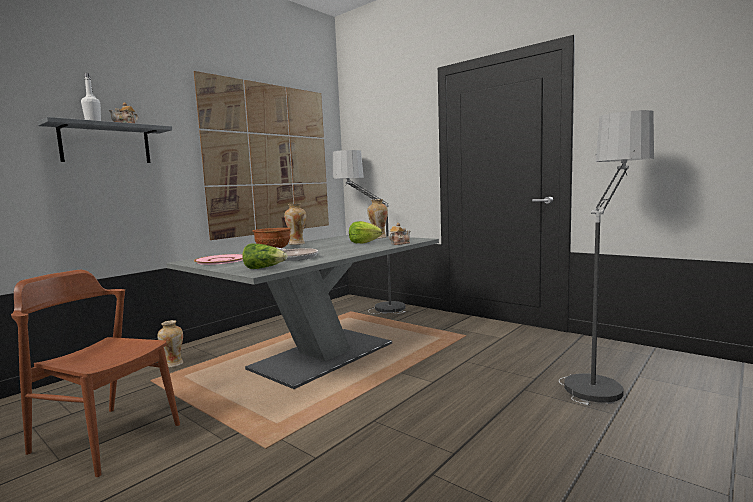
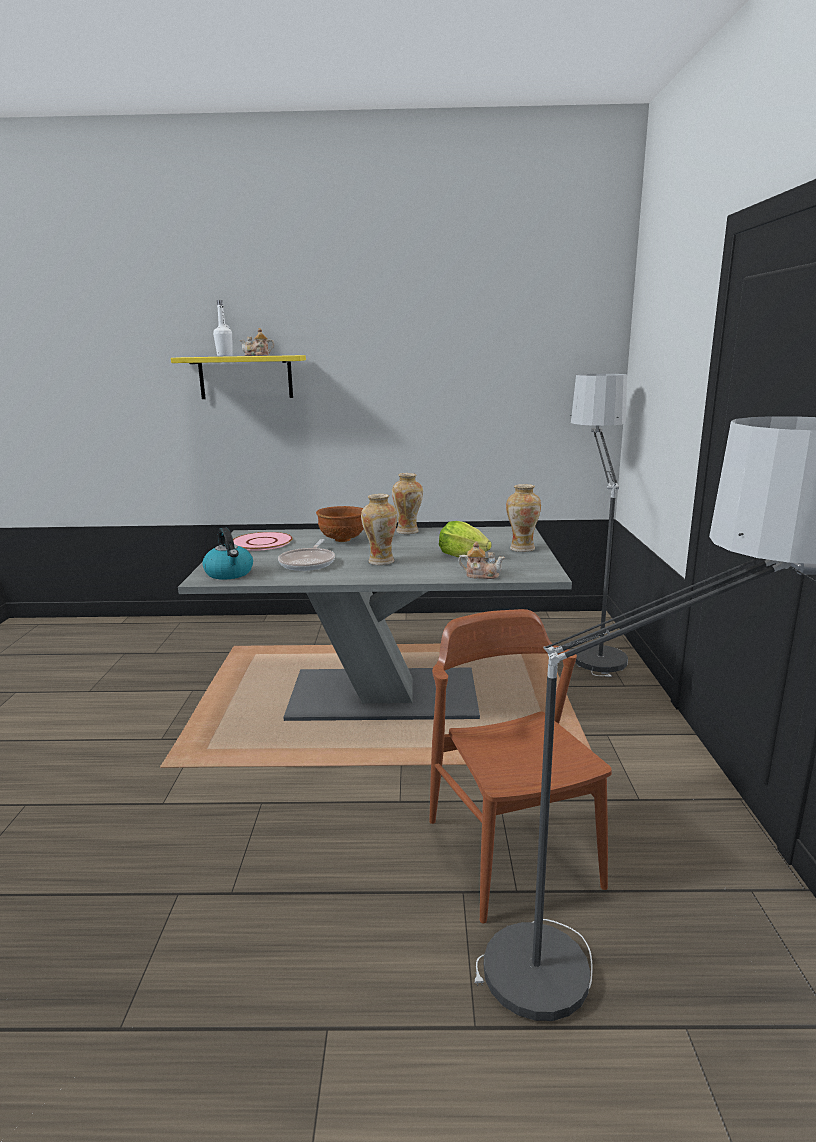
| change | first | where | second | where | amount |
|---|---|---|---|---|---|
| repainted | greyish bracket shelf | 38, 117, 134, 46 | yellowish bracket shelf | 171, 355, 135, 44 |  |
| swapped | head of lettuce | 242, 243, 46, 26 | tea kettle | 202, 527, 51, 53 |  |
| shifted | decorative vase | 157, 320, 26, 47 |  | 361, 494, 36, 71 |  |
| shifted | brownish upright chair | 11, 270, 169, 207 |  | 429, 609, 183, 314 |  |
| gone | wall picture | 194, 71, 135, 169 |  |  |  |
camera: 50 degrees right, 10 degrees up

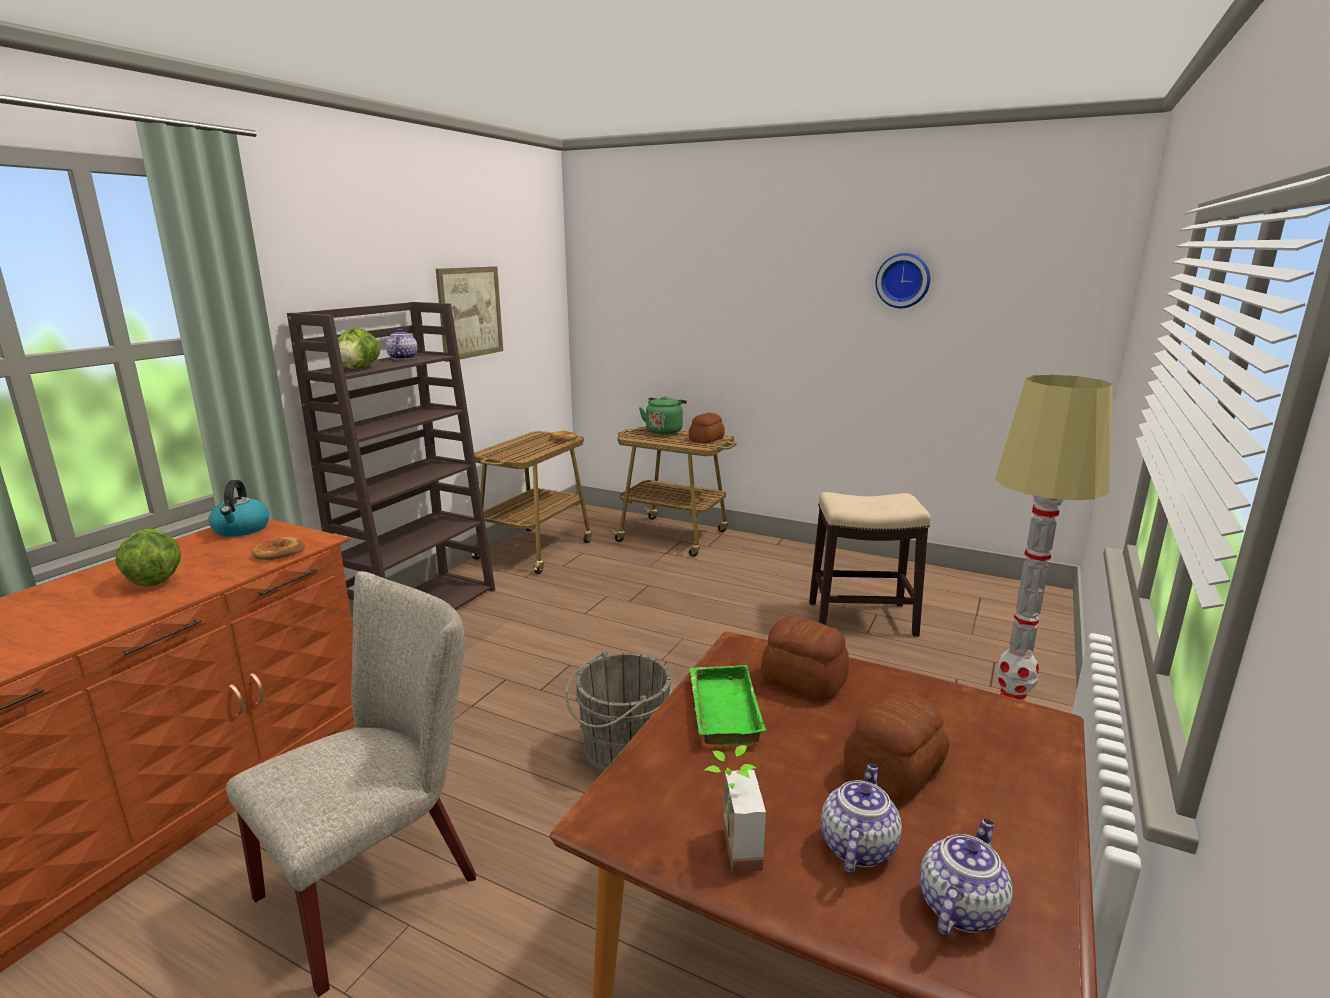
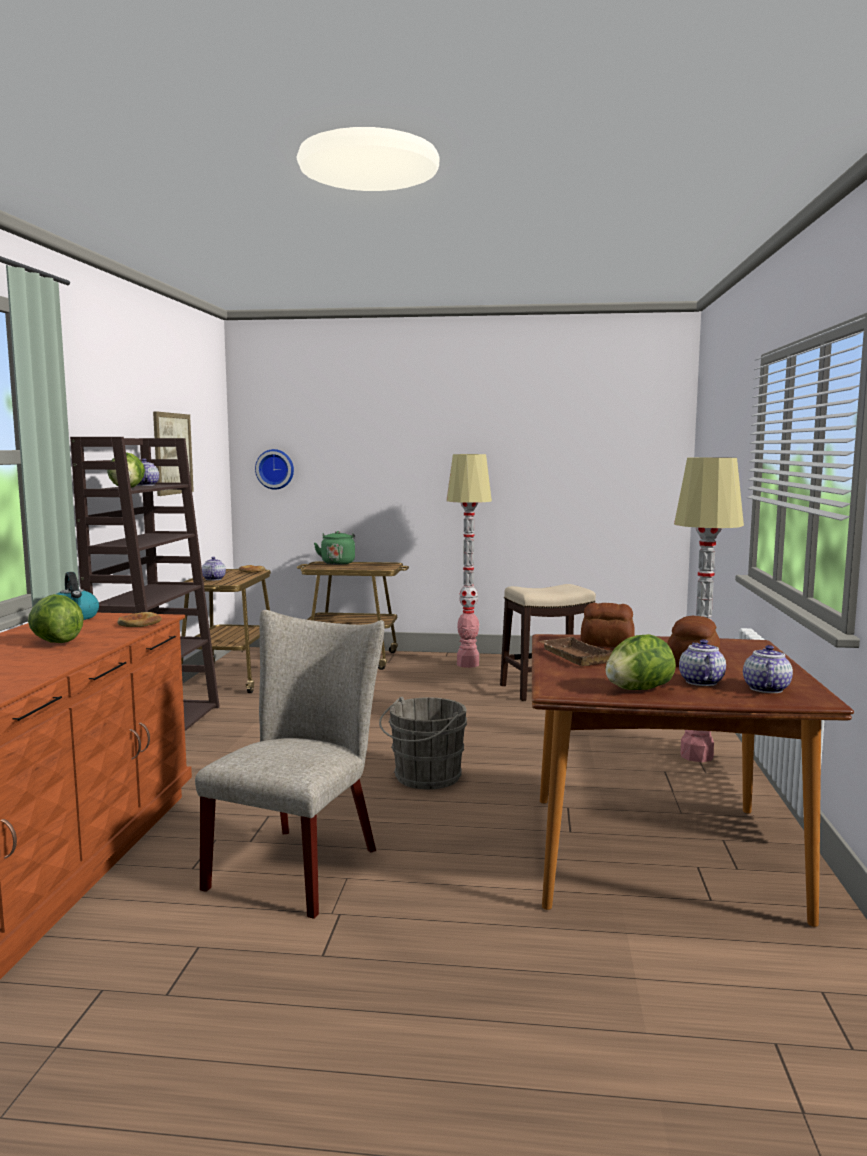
| change | first | where | second | where | amount |
|---|---|---|---|---|---|
| new |  |  | pot for tea | 202, 557, 24, 23 |  |
| shifted | clock on the wall | 875, 253, 55, 55 |  | 255, 449, 39, 41 |  |
| new |  |  | floor lamp | 446, 454, 46, 214 |  |
| repainted | green serving tray | 689, 665, 77, 80 | brownish serving tray | 538, 637, 75, 29 |  |
| swapped | potted plant | 705, 745, 61, 128 | head of lettuce | 605, 634, 71, 56 |  |
| gone | bread | 689, 413, 36, 31 |  |  |  |
camera: 20 degrees left, 10 degrees down

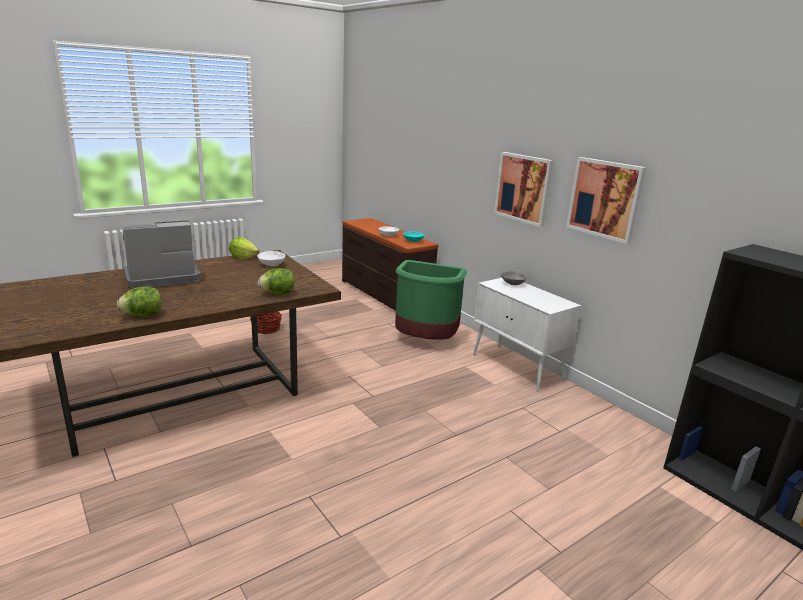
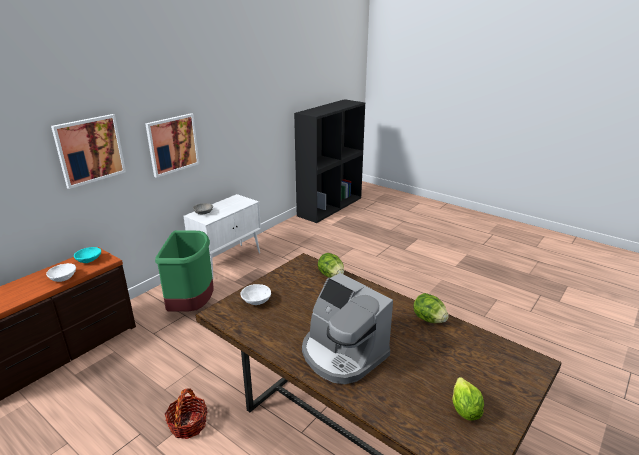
| change | first | where | second | where | amount |
|---|---|---|---|---|---|
| shifted | wall picture | 566, 157, 80, 87 |  | 51, 114, 75, 75 |  |
| shifted | head of lettuce | 229, 237, 31, 22 |  | 452, 377, 32, 44 |  |
camera: 105 degrees left, 5 degrees up

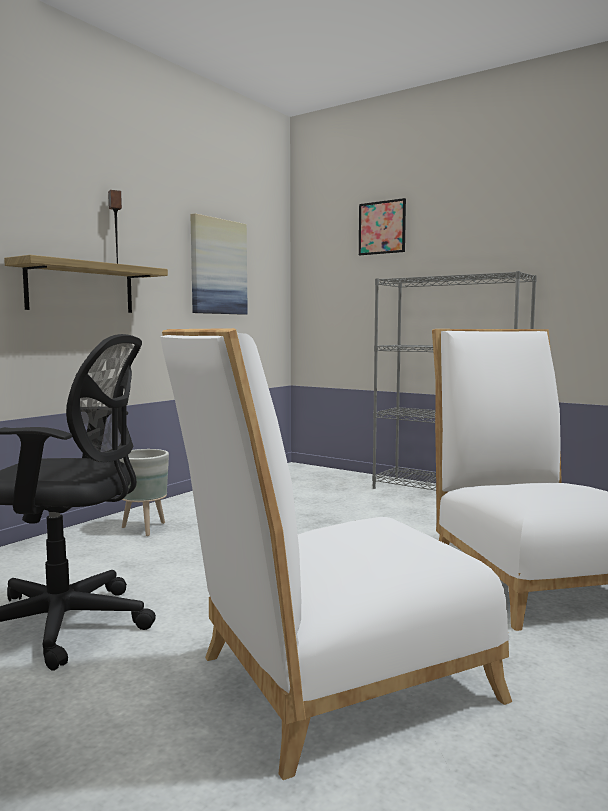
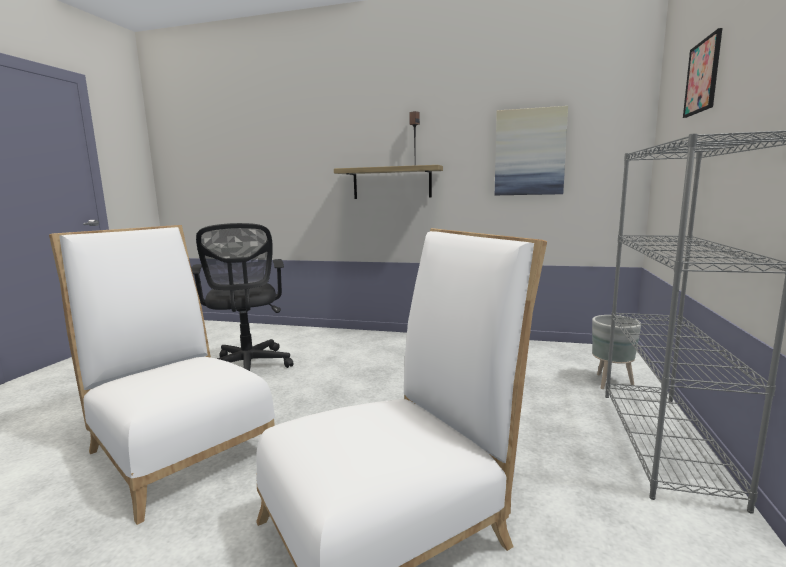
| change | first | where | second | where | amount |
|---|---|---|---|---|---|
| shifted | greyish flower pot | 119, 449, 50, 87 |  | 592, 315, 49, 74 |  |
camera: 70 degrees right, 5 degrees up

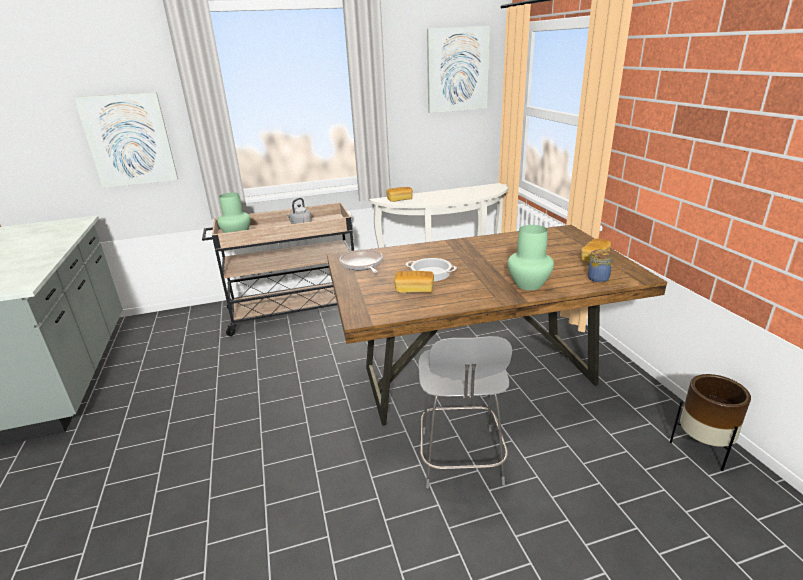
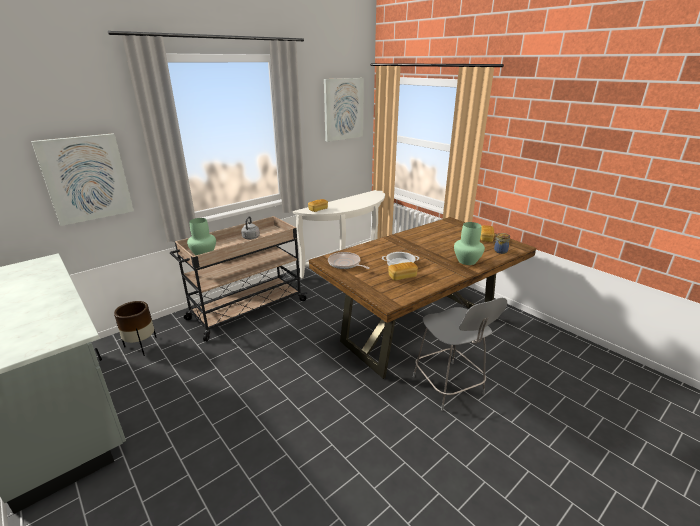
| change | first | where | second | where | amount |
|---|---|---|---|---|---|
| shifted | brownish flower pot | 670, 374, 81, 97 |  | 114, 301, 42, 55 |  |
camera: 25 degrees left, 0 degrees up

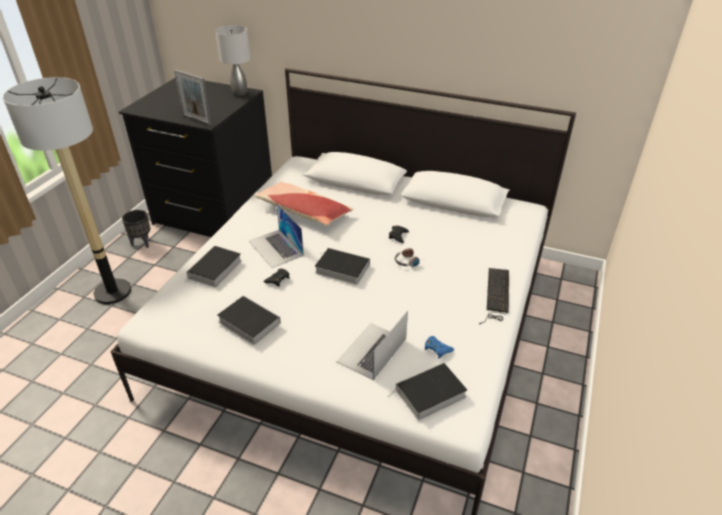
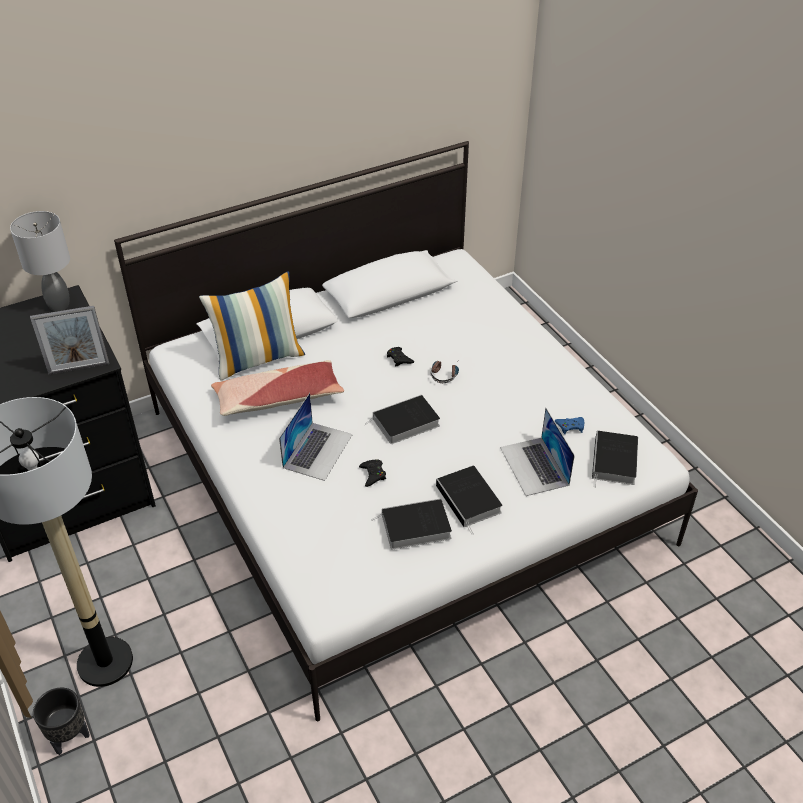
| change | first | where | second | where | amount |
|---|---|---|---|---|---|
| shifted | black-coloured flower pot | 122, 210, 28, 38 |  | 33, 688, 56, 67 |  |
| new |  |  | pillow | 199, 271, 106, 110 |  |
| rotated | notebook computer | 249, 203, 55, 65 |  | 279, 393, 74, 88 | 75 degrees counterclockwise |
| shifted | bound book | 184, 246, 58, 41 |  | 436, 466, 66, 69 |  |
| gone | keyboard | 479, 268, 30, 56 |  |  |  |
camera: 50 degrees left, 5 degrees up

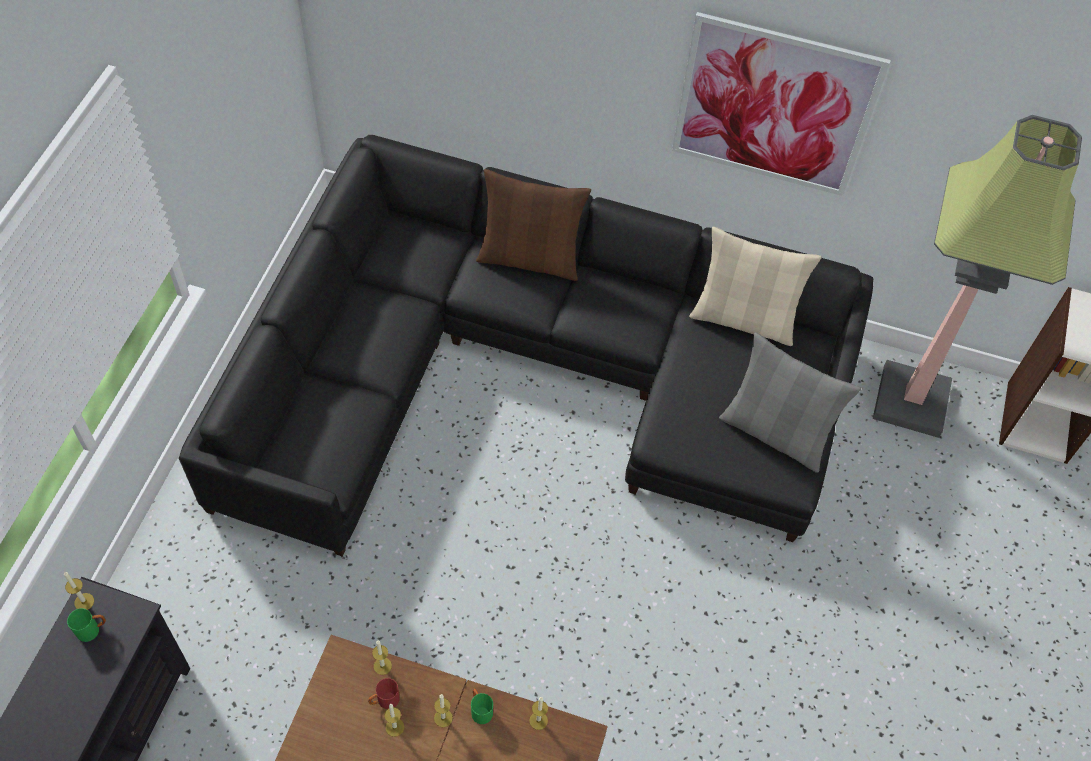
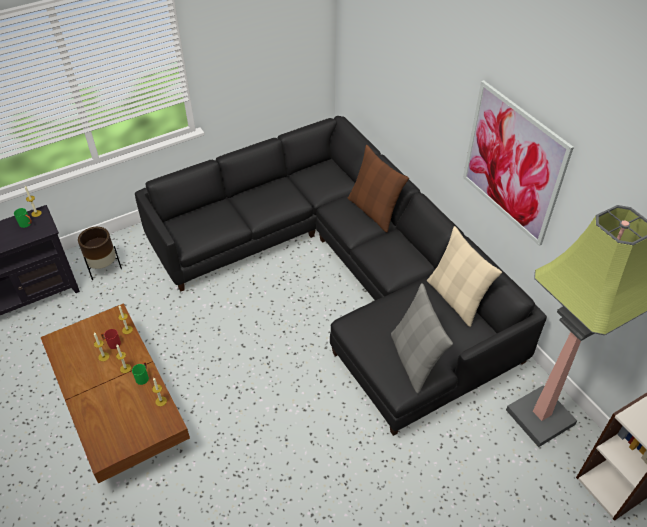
| change | first | where | second | where | amount |
|---|---|---|---|---|---|
| new |  |  | brownish flower pot | 78, 227, 44, 53 |  |
camera: 45 degrees right, 10 degrees down

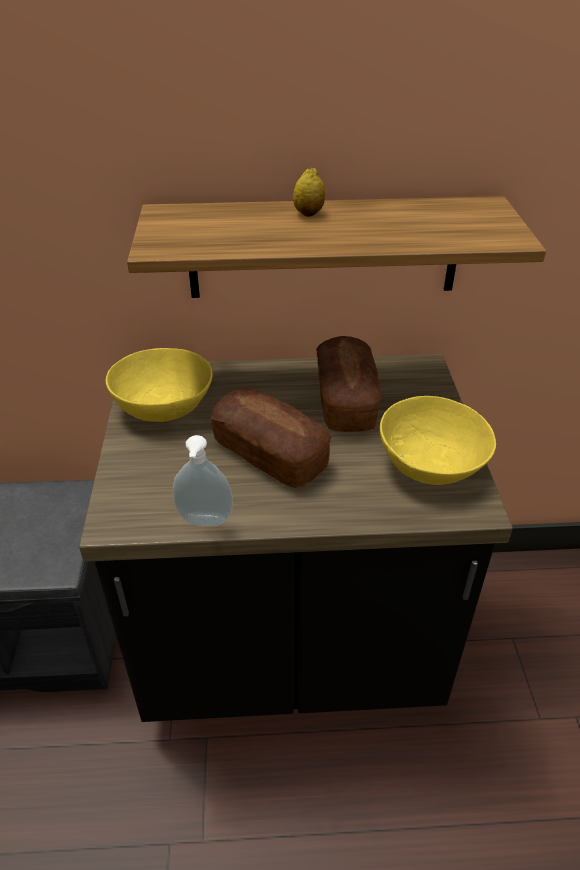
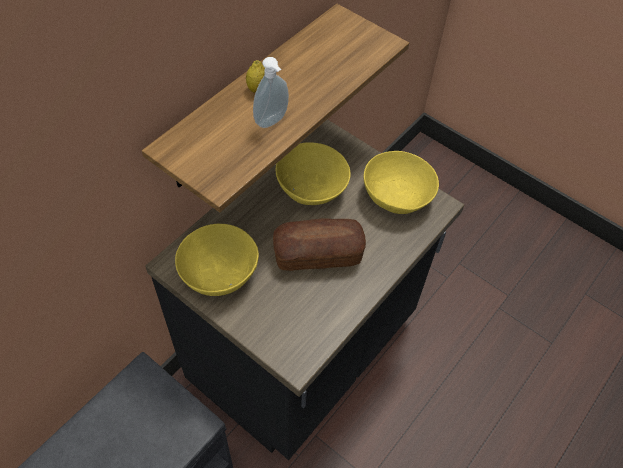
| change | first | where | second | where | amount |
|---|---|---|---|---|---|
| shifted | liquid soap bottle | 173, 435, 60, 91 |  | 253, 57, 36, 71 |  |
| swapped | bread | 316, 336, 65, 96 | yellowish serving bowl | 276, 142, 75, 63 |  |
camera: 50 degrees left, 15 degrees up

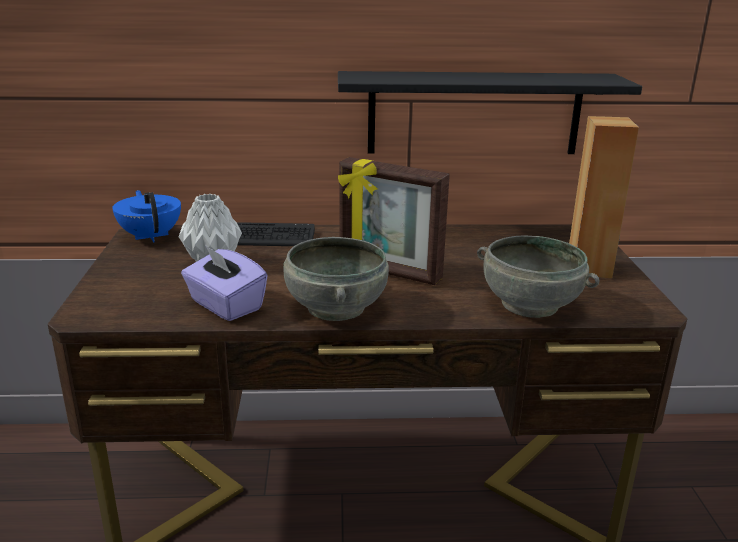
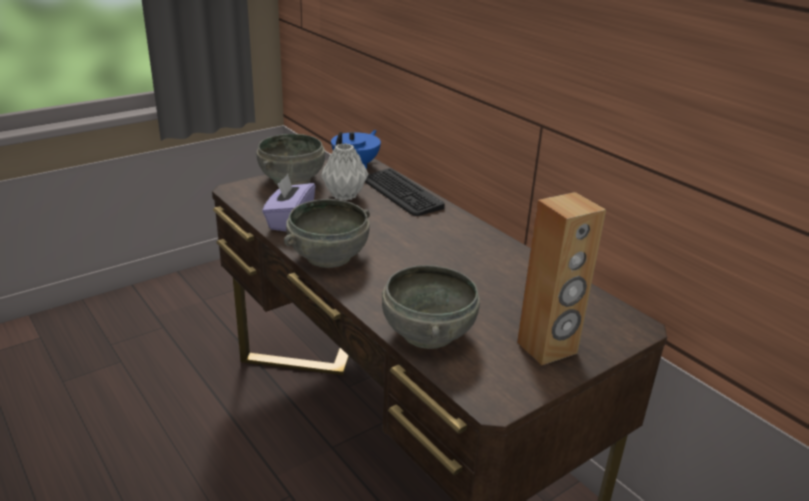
| change | first | where | second | where | amount |
|---|---|---|---|---|---|
| new |  |  | greyish serving bowl | 257, 134, 68, 51 |  |
| gone | black-coloured bracket shelf | 338, 71, 304, 83 |  |  |  |
| gone | standing frame | 338, 157, 112, 128 |  |  |  |
camera: 55 degrees right, 5 degrees up

